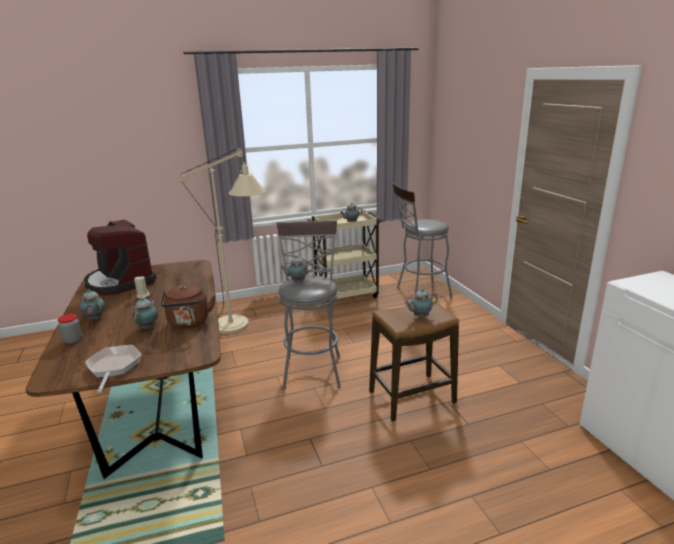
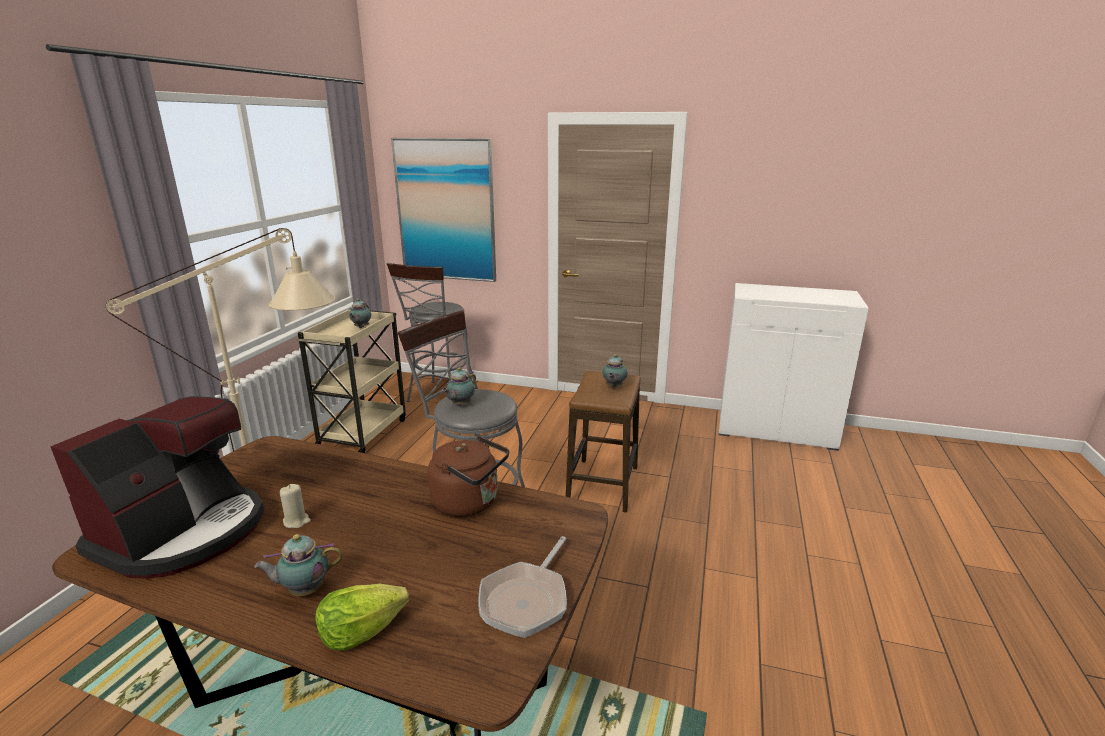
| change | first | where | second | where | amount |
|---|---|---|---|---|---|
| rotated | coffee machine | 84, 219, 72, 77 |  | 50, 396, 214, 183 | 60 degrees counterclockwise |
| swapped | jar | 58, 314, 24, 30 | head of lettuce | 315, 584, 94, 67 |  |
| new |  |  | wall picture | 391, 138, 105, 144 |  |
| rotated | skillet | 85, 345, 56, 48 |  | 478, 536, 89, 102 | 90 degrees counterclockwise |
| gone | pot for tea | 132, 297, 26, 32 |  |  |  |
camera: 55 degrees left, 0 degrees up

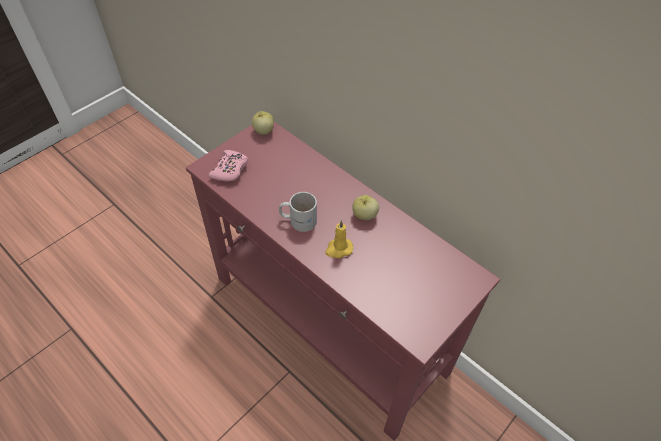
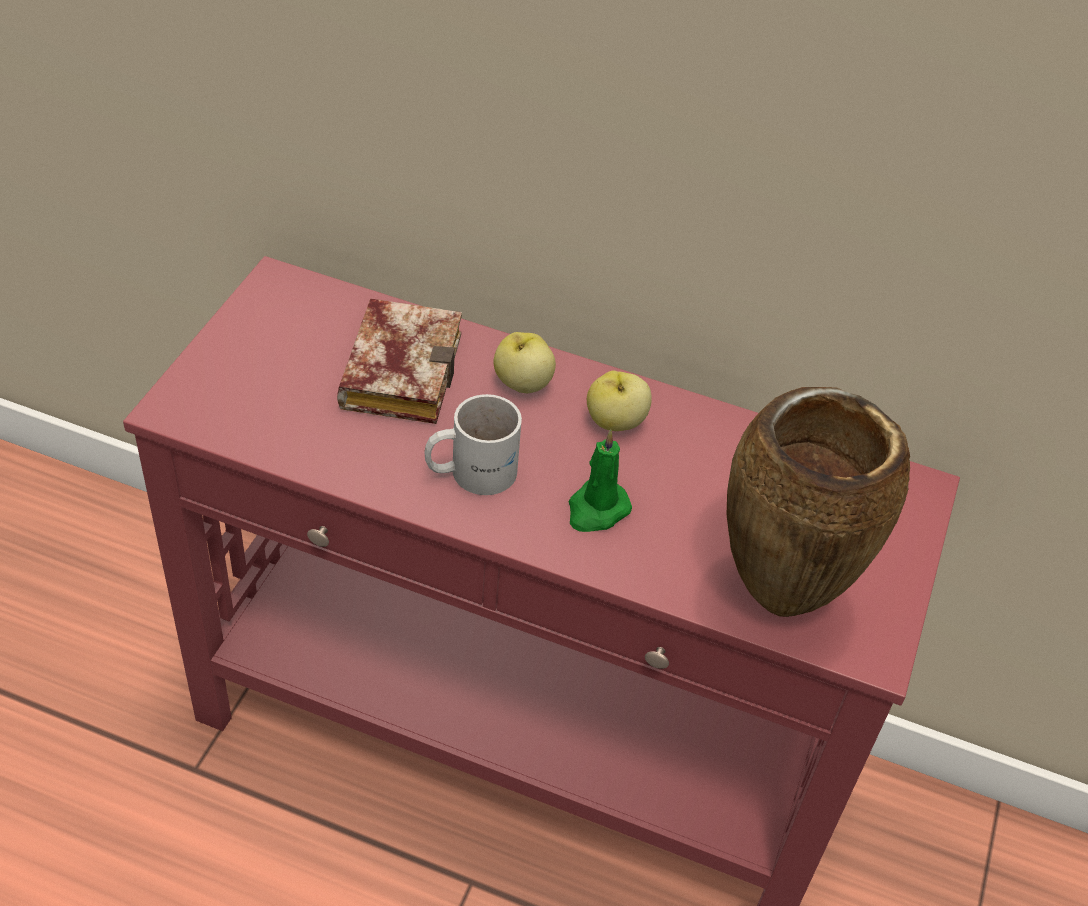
| change | first | where | second | where | amount |
|---|---|---|---|---|---|
| new |  |  | bound book | 337, 298, 125, 126 |  |
| shifted | apple | 252, 111, 22, 24 |  | 493, 332, 63, 61 |  |
| repainted | yellowish wax candle | 325, 220, 28, 38 | green wax candle | 569, 430, 63, 102 |  |
| new |  |  | brownish decorative vase | 726, 387, 184, 230 |  |
| gone | pinkish joypad | 209, 150, 39, 32 |  |  |  |
camera: 25 degrees left, 5 degrees down

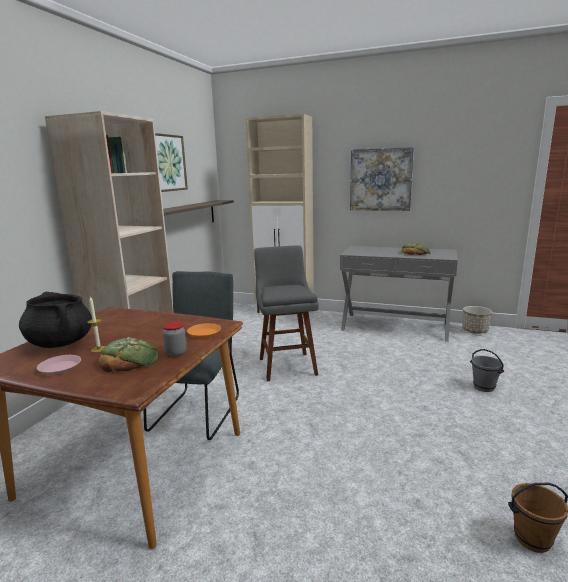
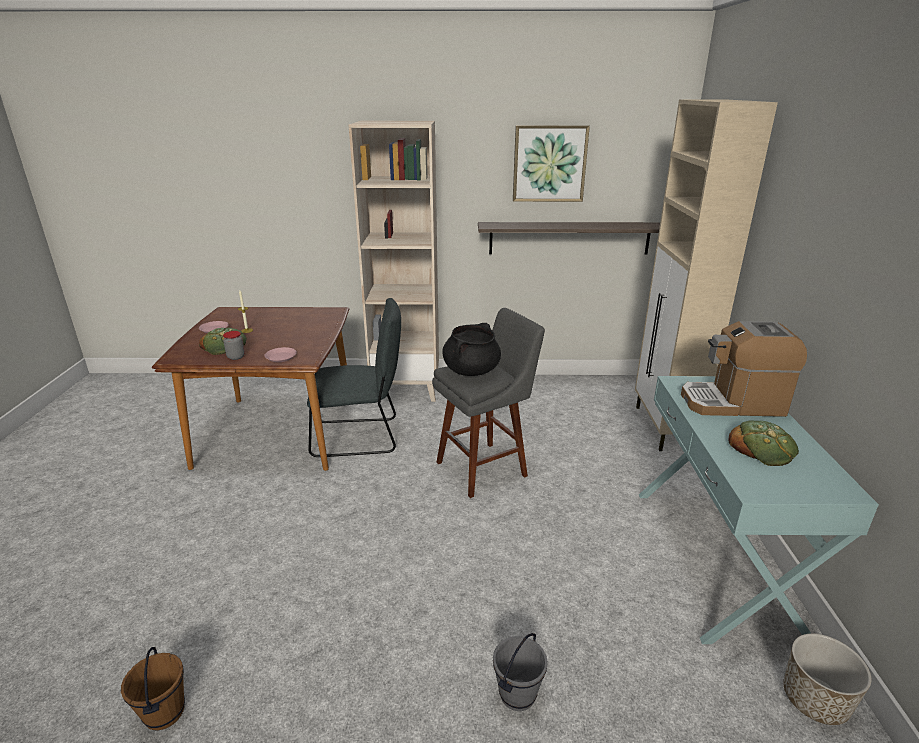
| change | first | where | second | where | amount |
|---|---|---|---|---|---|
| repainted | orange plate | 187, 323, 34, 15 | pinkish plate | 264, 347, 33, 15 |  |
| shifted | black-coloured saucepot | 19, 292, 73, 56 |  | 442, 323, 59, 53 |  |
| repainted | greyish console table | 340, 246, 118, 96 | turquoise-coloured console table | 639, 376, 240, 268 |  |
| new |  |  | coffee machine | 681, 321, 126, 96 |  |
| gone | wall picture | 350, 147, 64, 64 |  |  |  |
camera: 70 degrees right, 10 degrees up

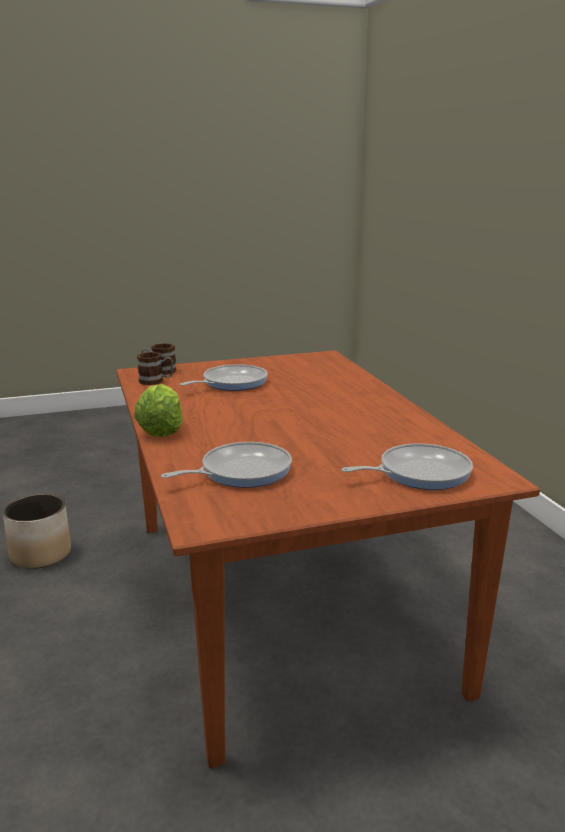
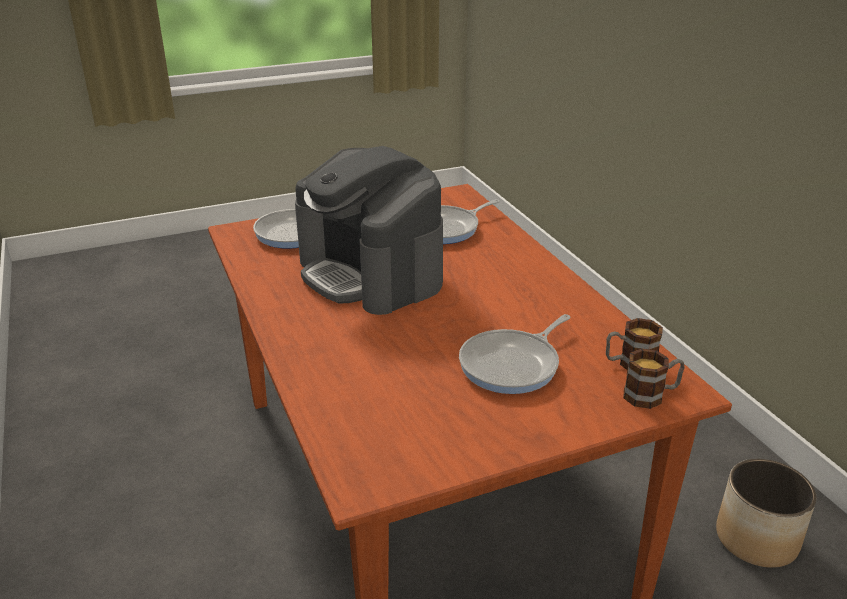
| change | first | where | second | where | amount |
|---|---|---|---|---|---|
| new |  |  | coffee machine | 295, 146, 148, 169 |  |
| gone | head of lettuce | 134, 384, 49, 53 |  |  |  |
camera: 175 degrees right, 10 degrees up

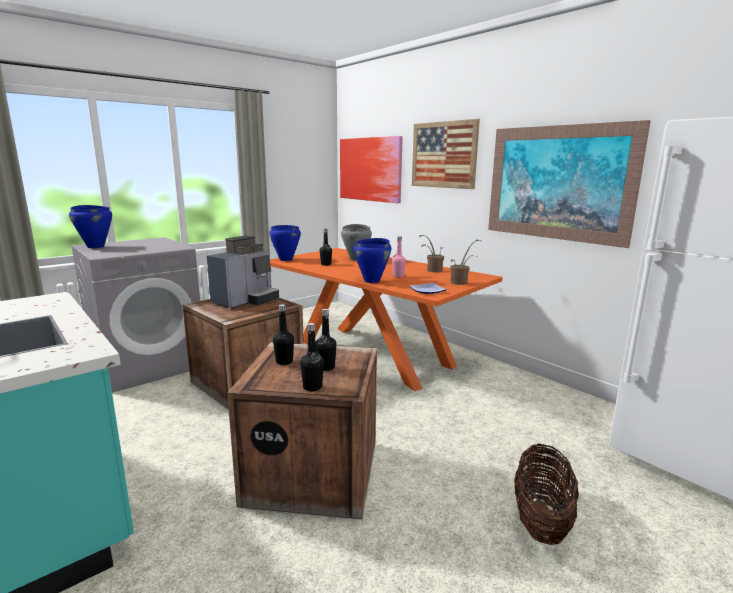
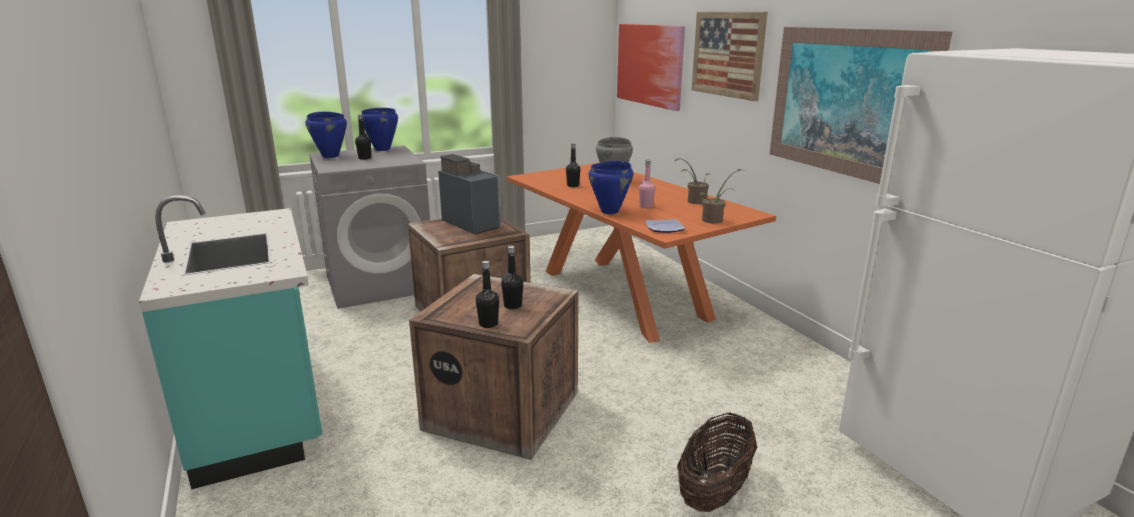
| change | first | where | second | where | amount |
|---|---|---|---|---|---|
| shifted | black-coloured bottle | 273, 304, 21, 61 |  | 355, 115, 16, 45 |  |
| shifted | bluish saucepot | 269, 225, 32, 36 |  | 361, 108, 37, 43 |  |
| rotated | coffee machine | 207, 235, 72, 74 |  | 438, 154, 64, 80 | 90 degrees counterclockwise |
camera: 15 degrees right, 5 degrees up

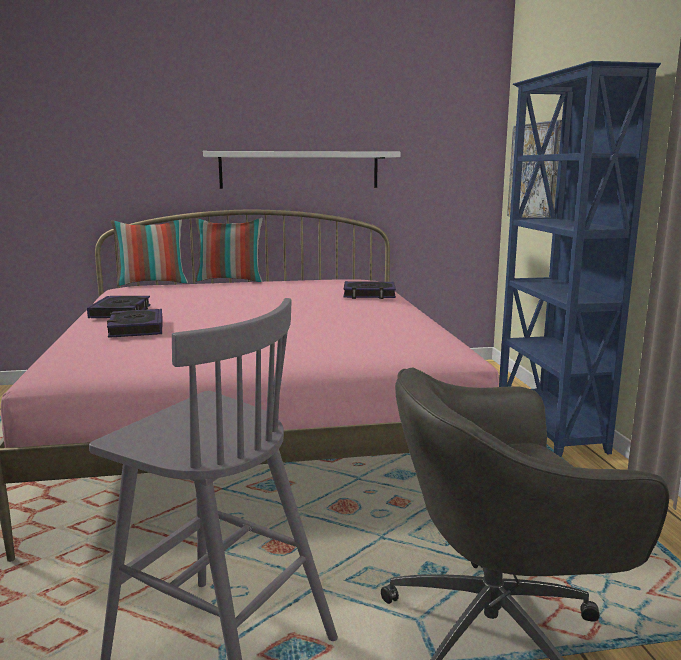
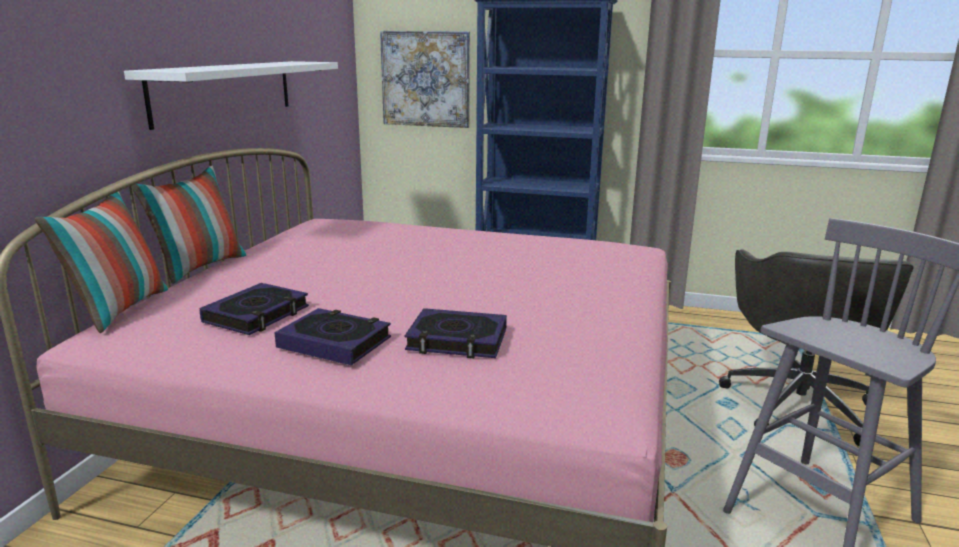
| change | first | where | second | where | amount |
|---|---|---|---|---|---|
| shifted | bound book | 344, 281, 52, 18 |  | 200, 283, 109, 52 |  |
camera: 65 degrees left, 5 degrees up

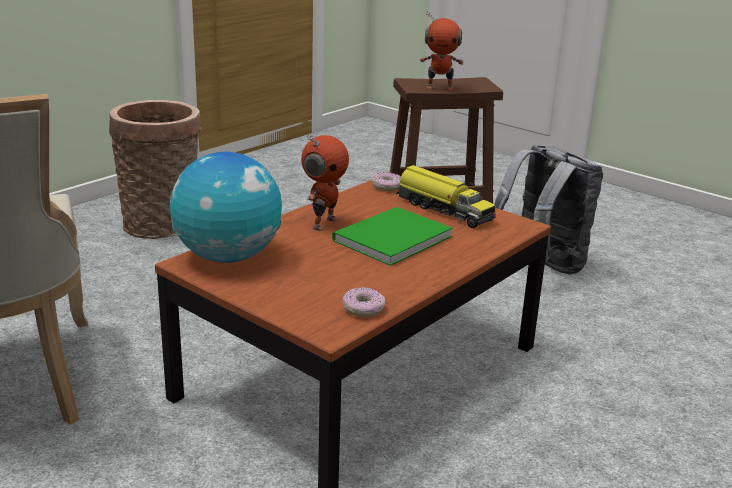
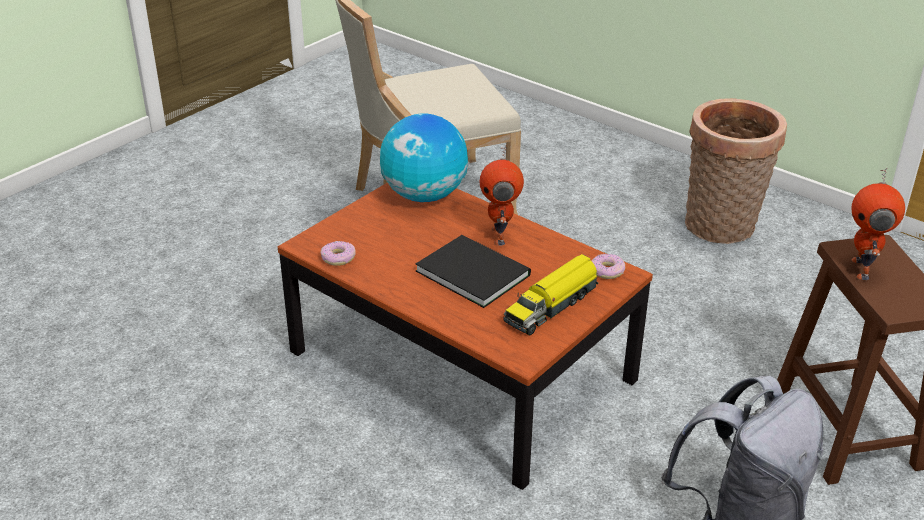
| change | first | where | second | where | amount |
|---|---|---|---|---|---|
| repainted | green bound book | 332, 207, 121, 59 | black-coloured bound book | 415, 235, 116, 73 |  |
| rotated | model robot | 301, 135, 48, 96 |  | 480, 145, 44, 101 | 60 degrees clockwise |
camera: 90 degrees right, 10 degrees up

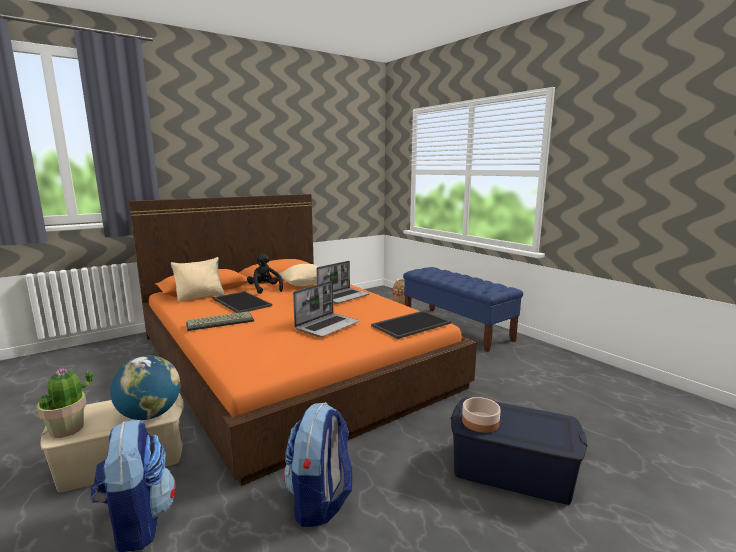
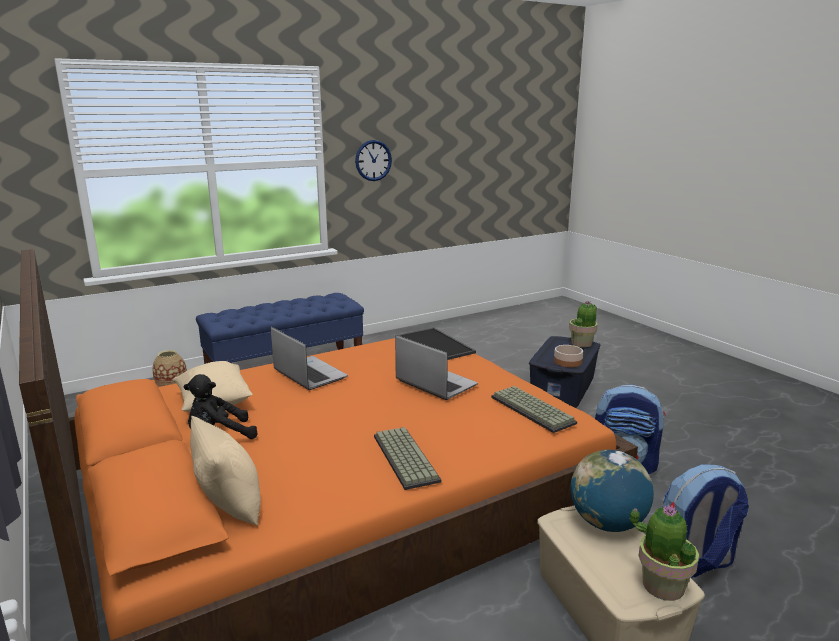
| change | first | where | second | where | amount |
|---|---|---|---|---|---|
| new |  |  | clock on the wall | 355, 140, 37, 41 |  |
| new |  |  | keyboard | 491, 386, 86, 47 |  |
| new |  |  | potted plant | 569, 300, 29, 48 |  |
| gone | serving tray | 213, 291, 59, 22 |  |  |  |
camera: 85 degrees left, 5 degrees up

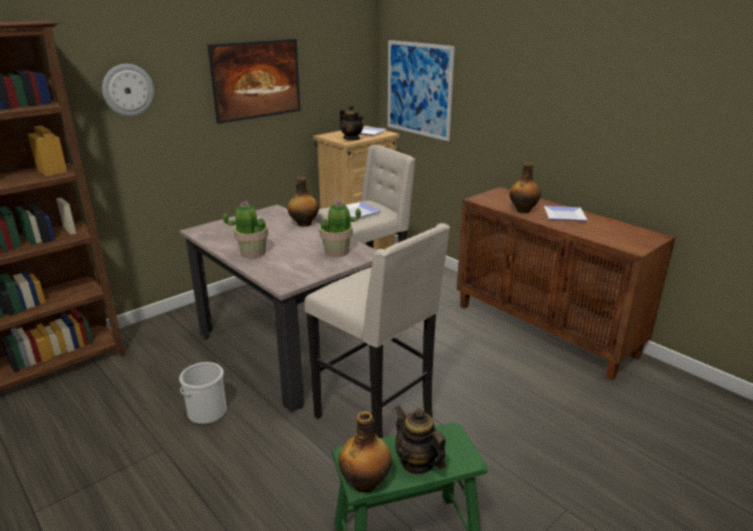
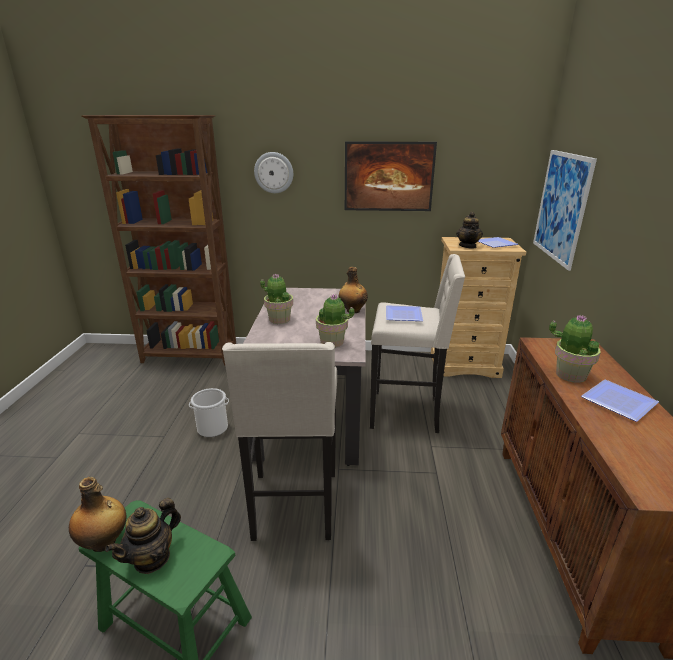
| change | first | where | second | where | amount |
|---|---|---|---|---|---|
| rotated | pot for tea | 395, 406, 51, 69 |  | 105, 498, 76, 76 | 150 degrees counterclockwise |
| swapped | bottle | 510, 162, 31, 51 | potted plant | 549, 315, 52, 68 |  |
camera: 45 degrees right, 0 degrees up

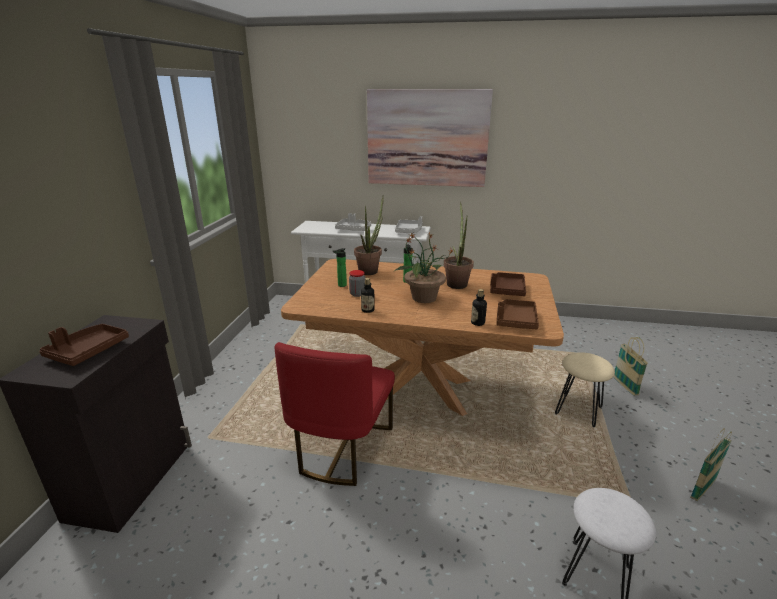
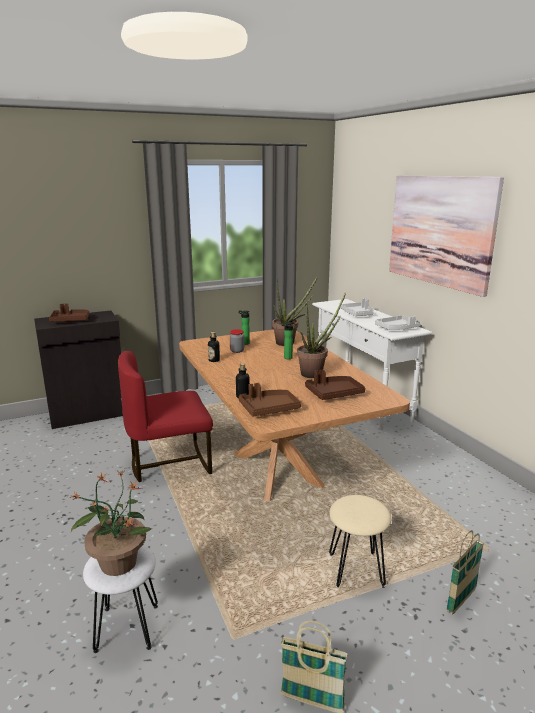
| change | first | where | second | where | amount |
|---|---|---|---|---|---|
| shifted | potted plant | 395, 233, 58, 70 |  | 70, 471, 82, 105 |  |
camera: 55 degrees right, 5 degrees down

